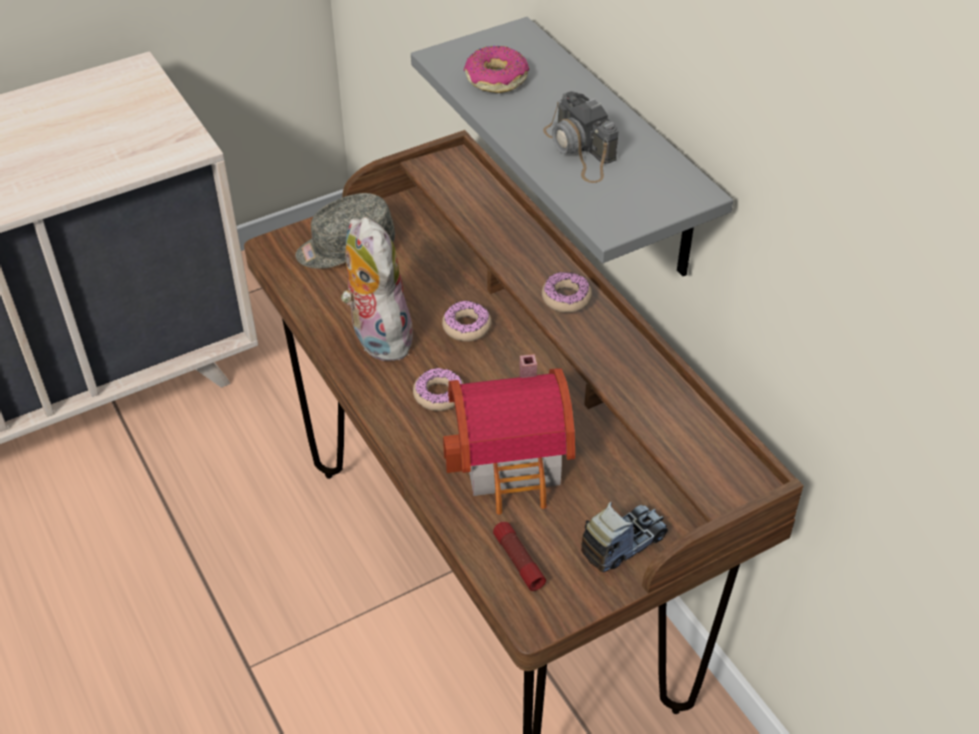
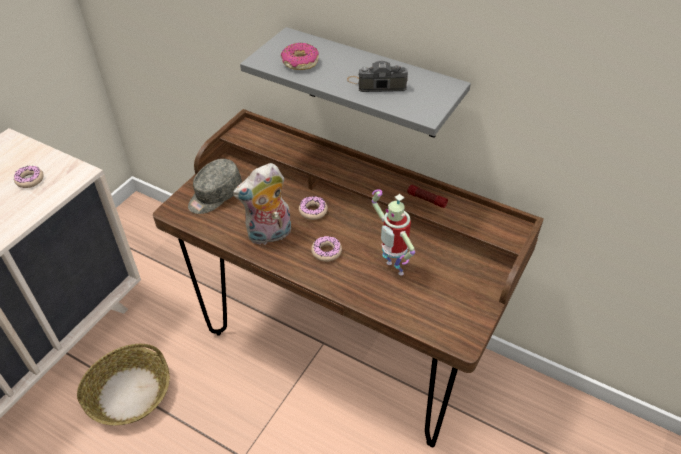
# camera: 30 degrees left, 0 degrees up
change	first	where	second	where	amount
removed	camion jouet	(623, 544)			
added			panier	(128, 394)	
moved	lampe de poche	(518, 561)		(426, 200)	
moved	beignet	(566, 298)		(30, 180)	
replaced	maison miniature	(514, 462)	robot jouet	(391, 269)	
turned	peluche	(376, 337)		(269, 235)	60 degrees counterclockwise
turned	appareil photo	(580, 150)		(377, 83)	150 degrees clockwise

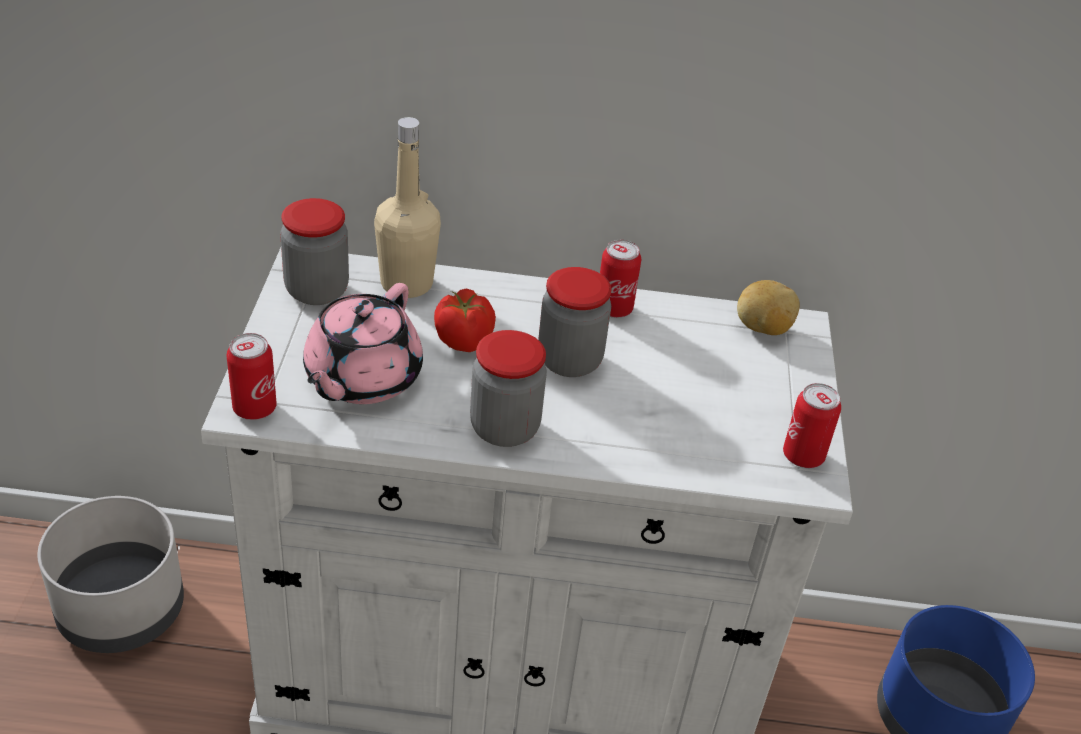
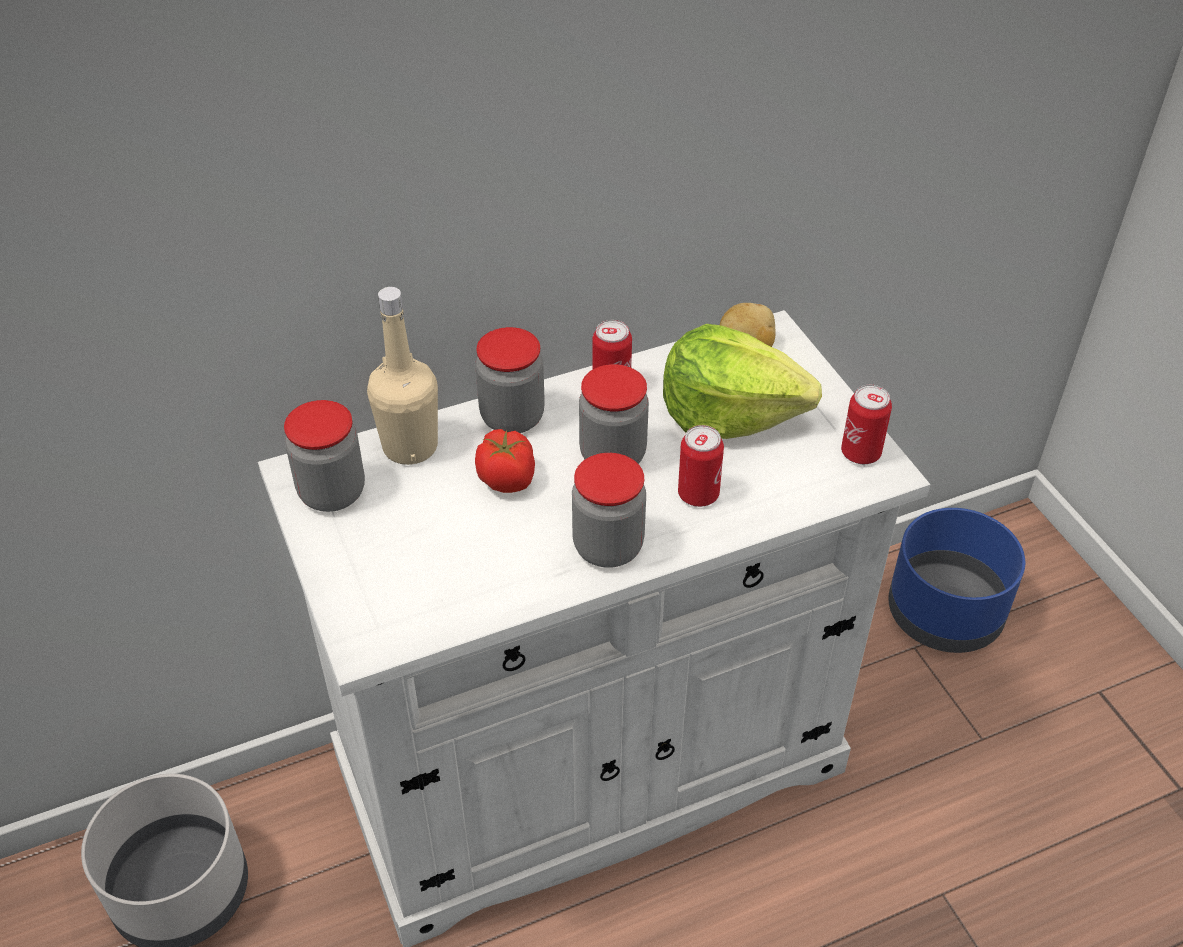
# camera: 25 degrees left, 5 degrees up
change	first	where	second	where	amount
removed	théière (rose)	(361, 378)			
added			bocal	(512, 417)	
added			laitue	(729, 413)	
moved	boîte métallique	(254, 408)		(698, 494)	

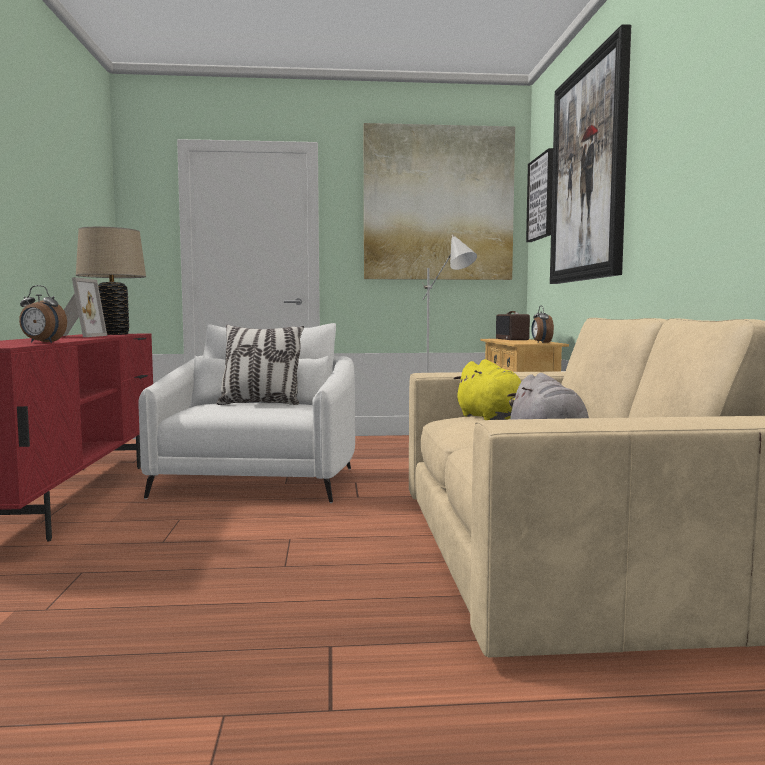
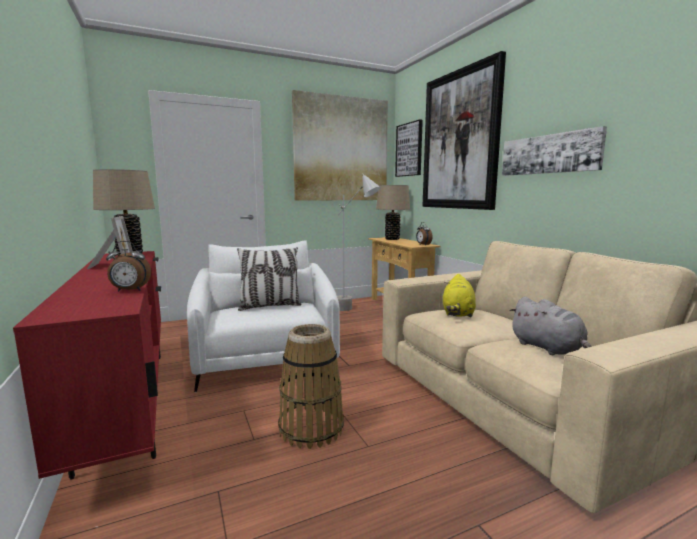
# camera: 20 degrees left, 5 degrees up
change	first	where	second	where	amount
added			panier	(311, 428)	
added			tableau	(549, 154)	
replaced	radio	(512, 339)	lampe de table (beige)	(392, 239)	
turned	peluche (jaune)	(491, 419)		(458, 313)	60 degrees clockwise

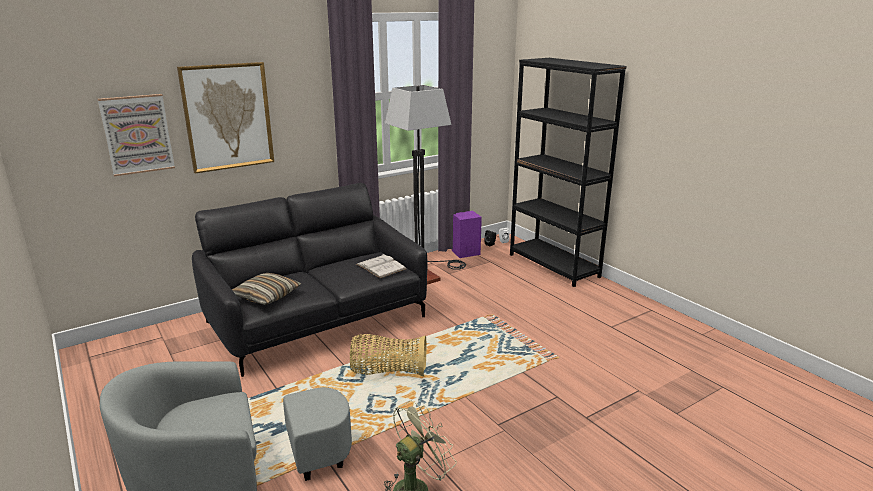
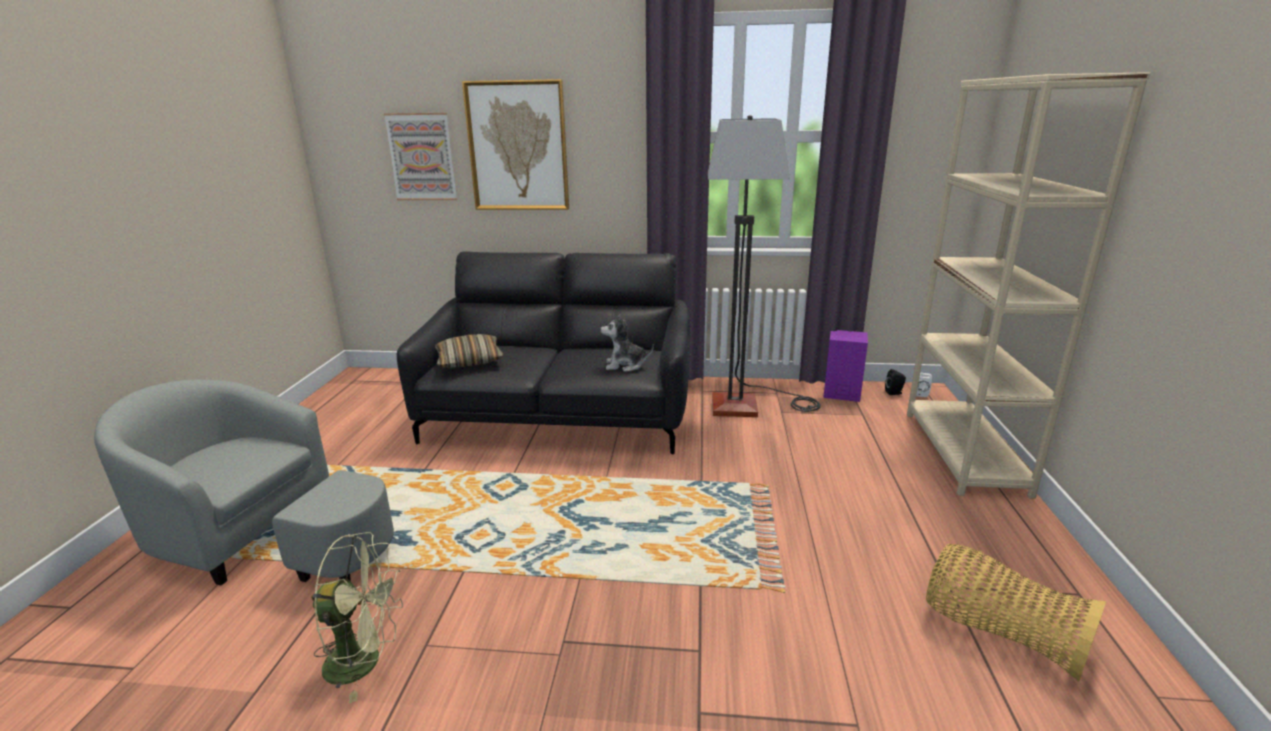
# camera: 40 degrees right, 0 degrees up
change	first	where	second	where	amount
moved	panier	(388, 371)		(999, 633)	
replaced	livre (blanc)	(381, 267)	peluche	(625, 365)	
recoloured	bibliothèque (noir)	(553, 265)	bibliothèque (beige)	(963, 452)	

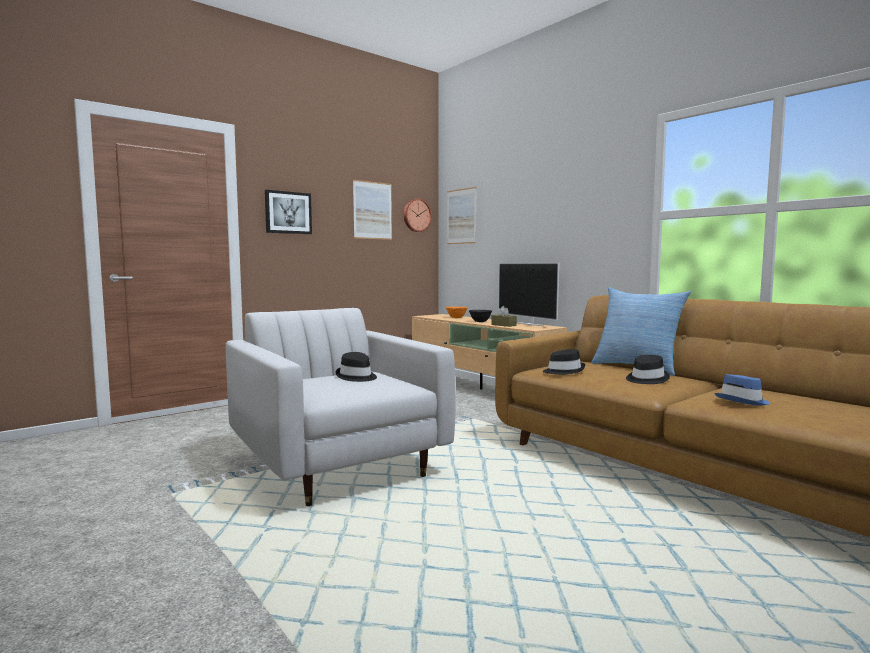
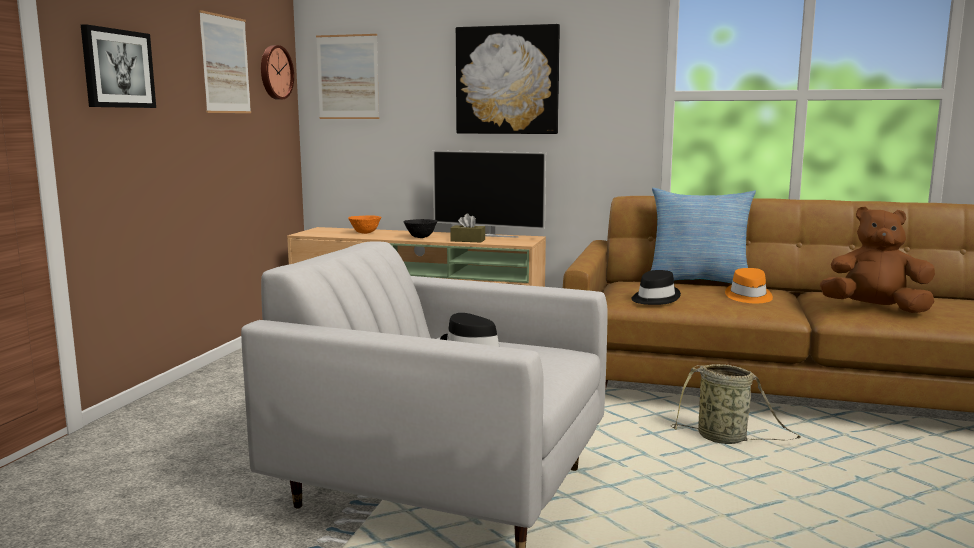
# camera: 35 degrees left, 5 degrees up
change	first	where	second	where	amount
added			tableau	(507, 80)	
added			panier	(725, 439)	
replaced	chapeau (bleu)	(743, 401)	peluche (marron)	(874, 309)	
recoloured	chapeau (noir)	(646, 379)	chapeau (orange)	(748, 297)	

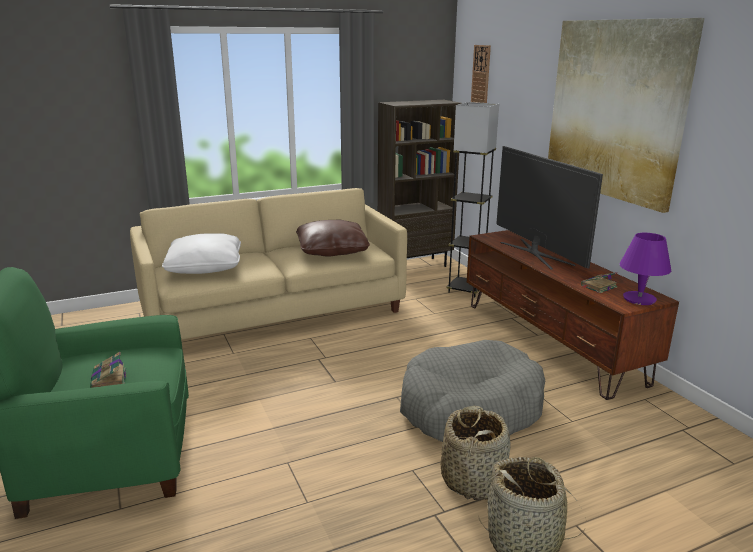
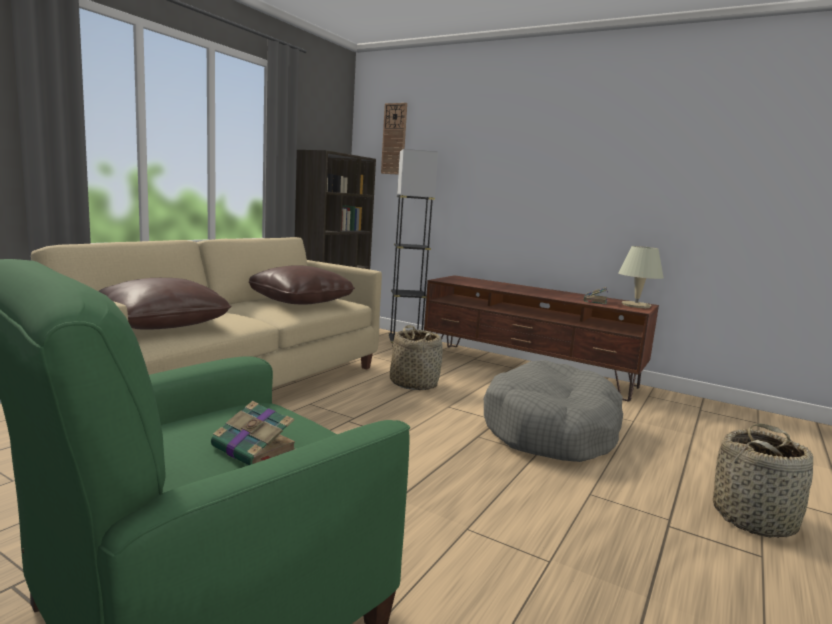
# camera: 35 degrees left, 10 degrees down
change	first	where	second	where	amount
removed	téléviseur	(536, 253)			
removed	tableau	(615, 110)			
moved	panier	(473, 480)		(414, 383)	
recoloured	coussin (blanc)	(205, 267)	coussin (marron)	(162, 324)	
recoloured	lampe de table (violet)	(639, 299)	lampe de table (beige)	(635, 305)	

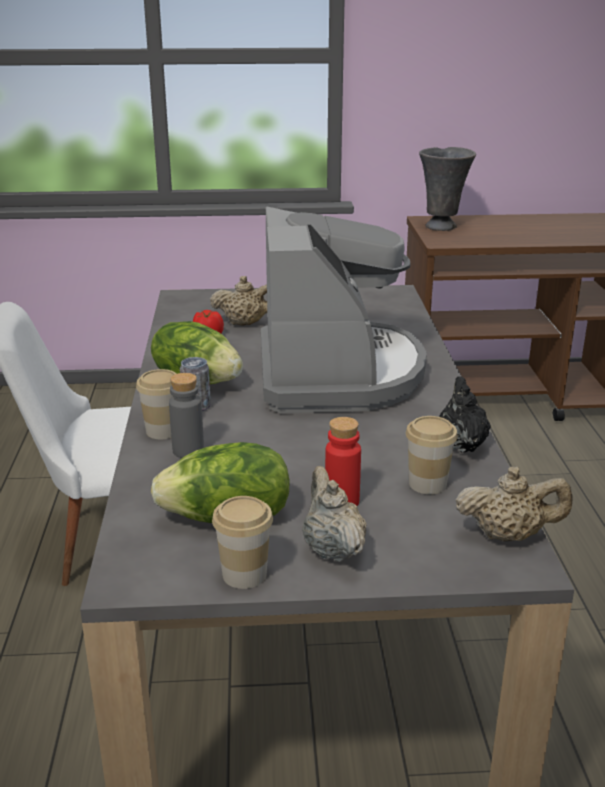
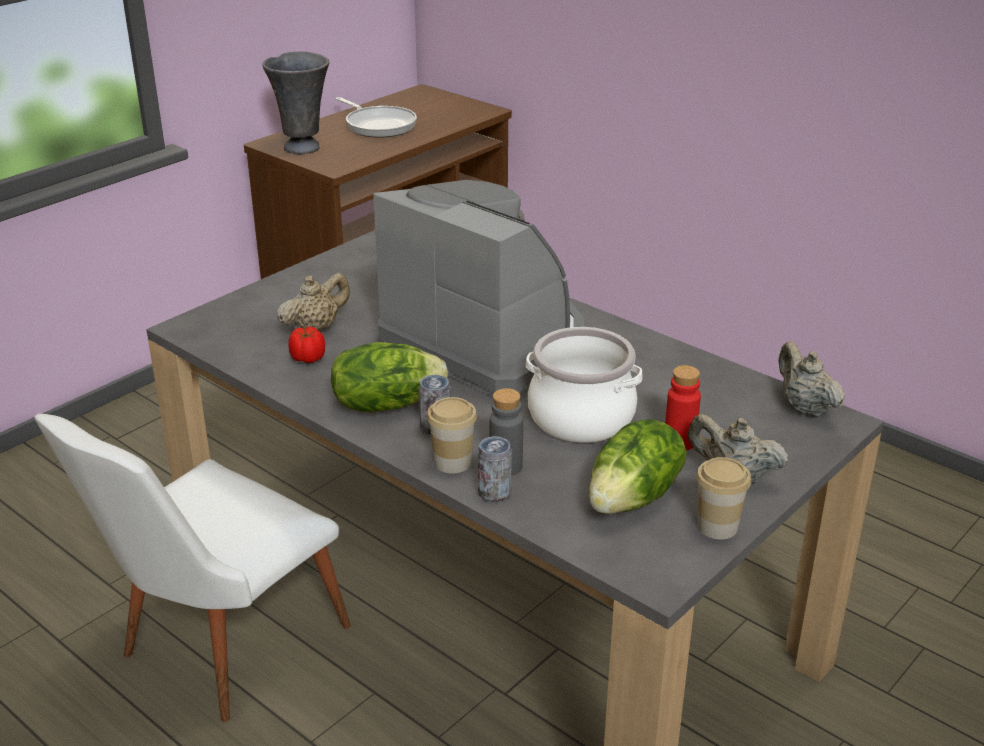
# camera: 45 degrees left, 5 degrees up
change	first	where	second	where	amount
removed	tasse	(427, 484)			
removed	théière (noir)	(461, 444)			
added			poêle	(378, 125)	
added			boîte métallique	(494, 493)	
added			marmite	(581, 417)	
turned	théière (beige)	(508, 535)		(804, 407)	75 degrees counterclockwise

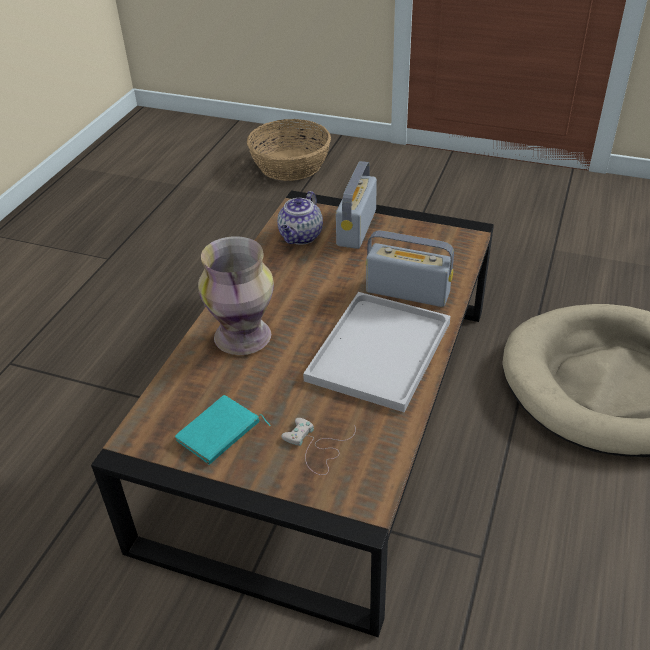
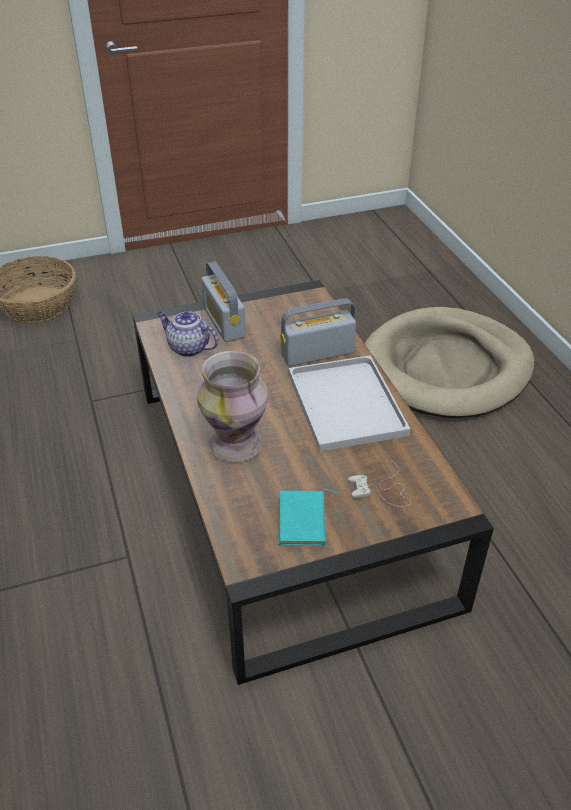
# camera: 40 degrees left, 0 degrees up
change	first	where	second	where	amount
turned	théière	(301, 237)		(188, 348)	135 degrees clockwise

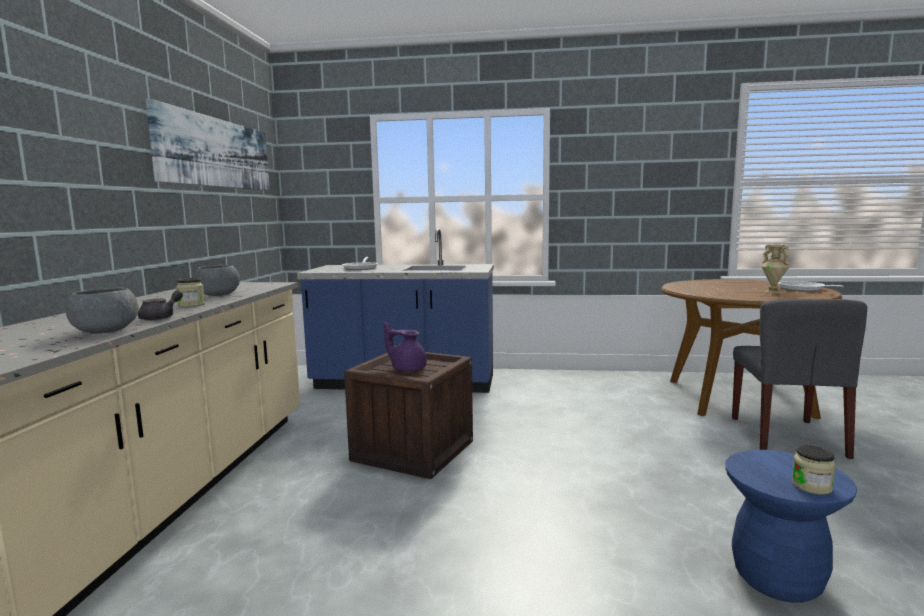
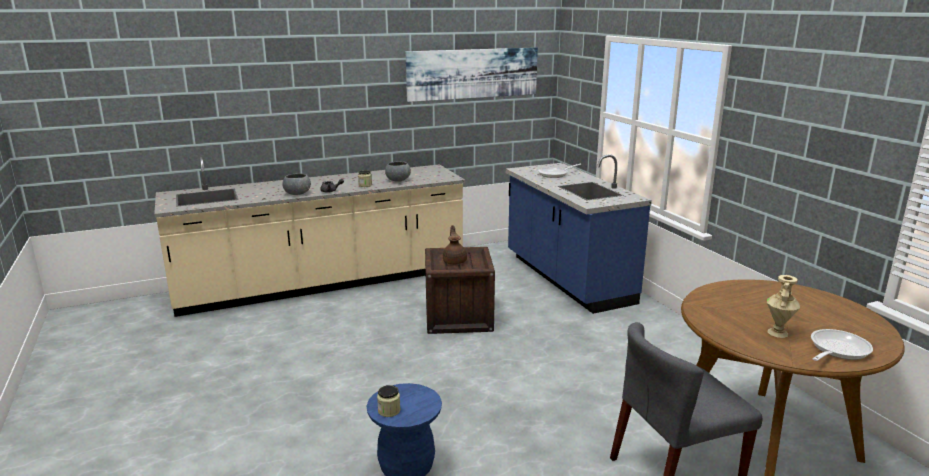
# camera: 60 degrees right, 10 degrees up
change	first	where	second	where	amount
recoloured	théière (violet)	(407, 368)	théière (marron)	(455, 261)	

